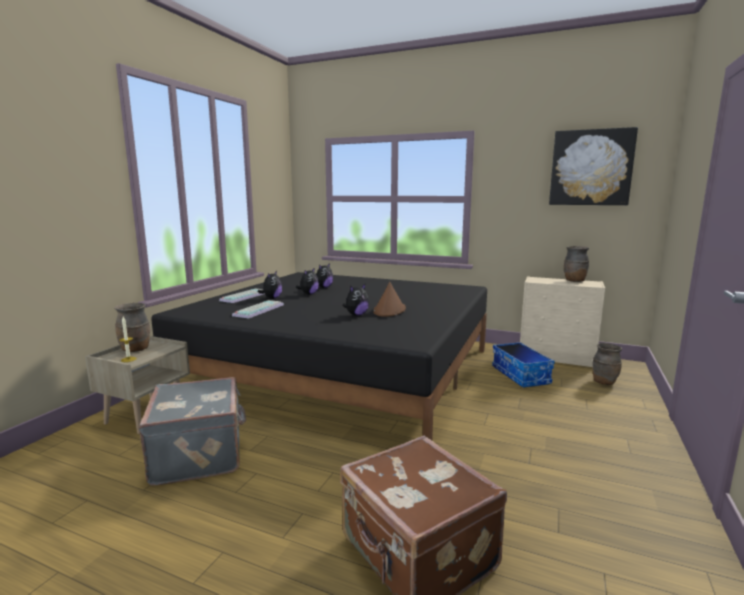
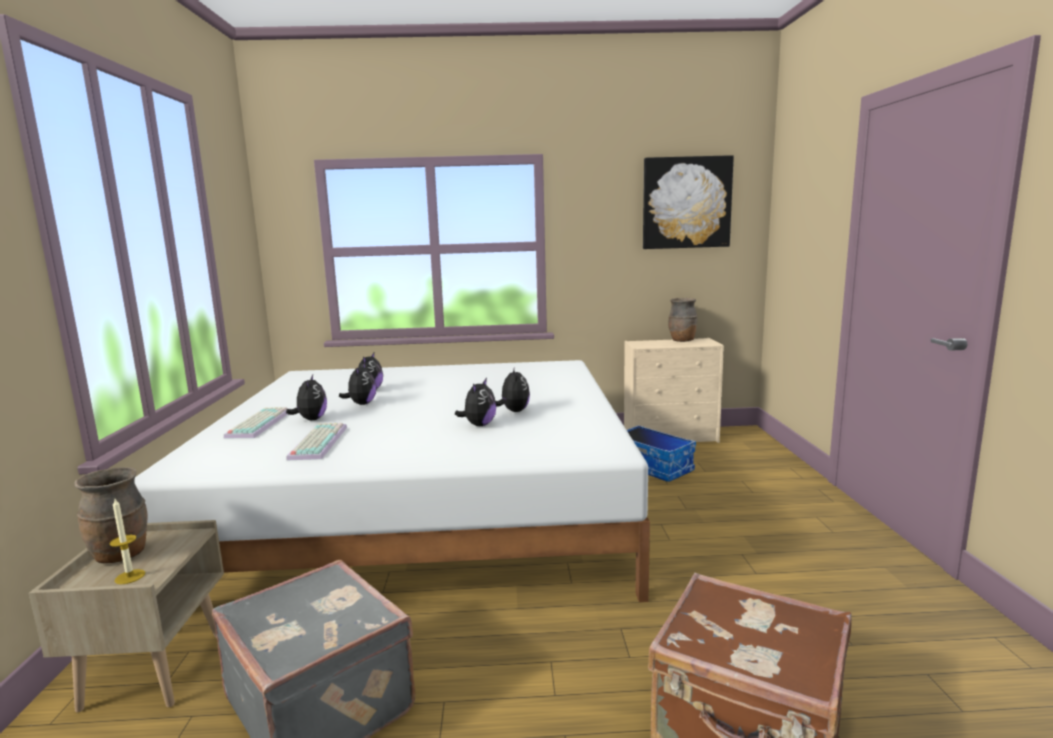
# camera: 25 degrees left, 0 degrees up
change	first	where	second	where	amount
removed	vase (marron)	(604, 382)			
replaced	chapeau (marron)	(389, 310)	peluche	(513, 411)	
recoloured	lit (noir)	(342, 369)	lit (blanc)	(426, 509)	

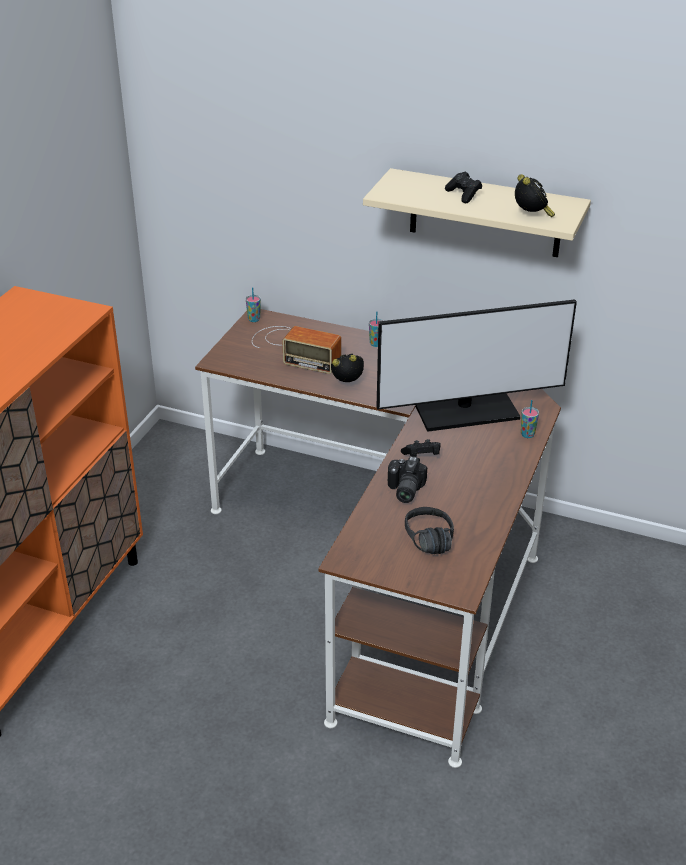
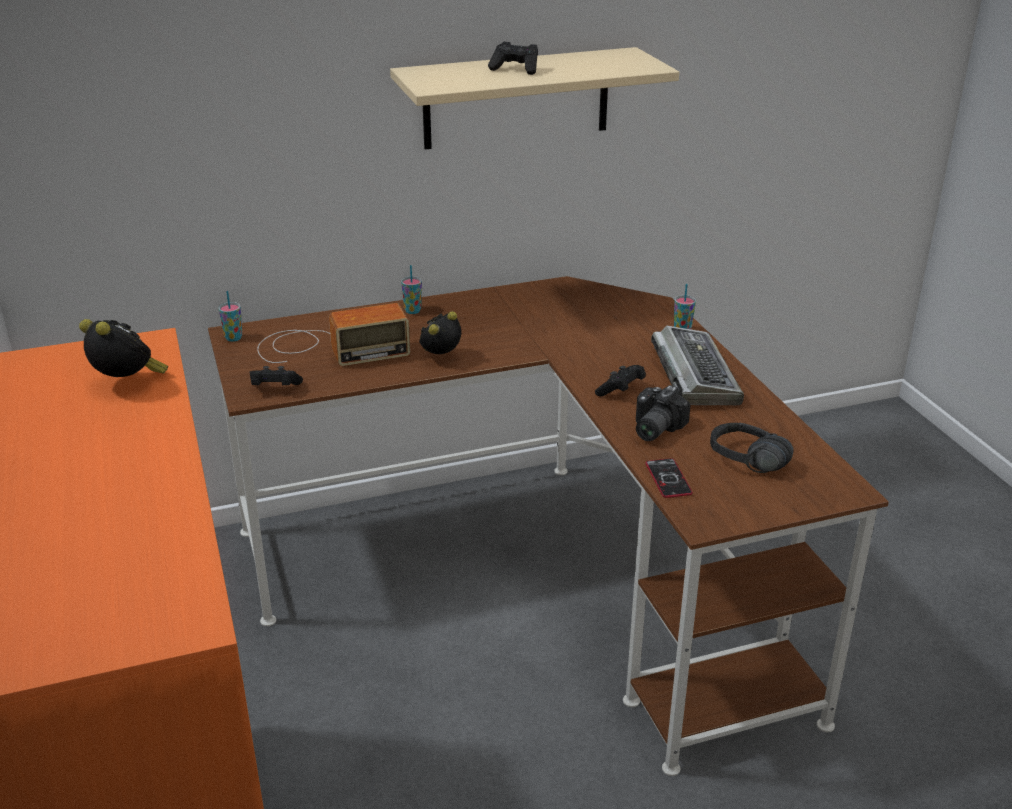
# camera: 40 degrees left, 5 degrees down
change	first	where	second	where	amount
removed	écran d'ordinateur	(467, 412)			
added			manette (noir)	(274, 389)	
added			téléphone	(668, 479)	
added			clavier	(693, 375)	
moved	réveil	(531, 216)		(128, 383)	
turned	appareil photo	(403, 490)		(653, 428)	60 degrees clockwise

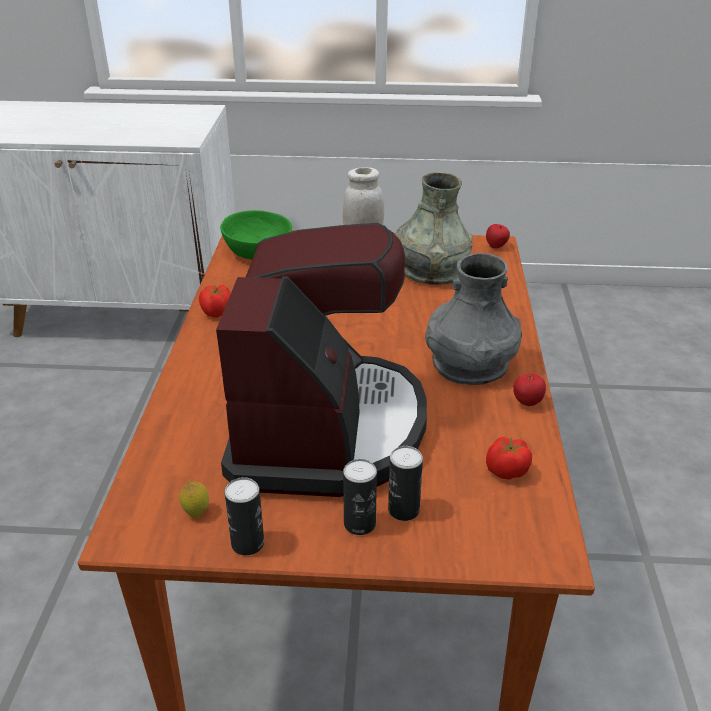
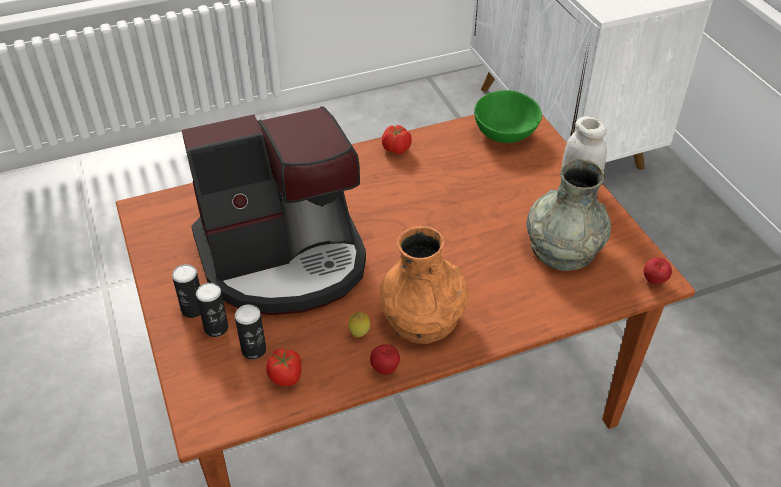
# camera: 65 degrees right, 10 degrees up
change	first	where	second	where	amount
moved	citron	(196, 513)		(359, 334)	
moved	boîte métallique	(247, 543)		(254, 350)	
recoloured	vase (gris)	(470, 363)	vase (orange)	(422, 316)	

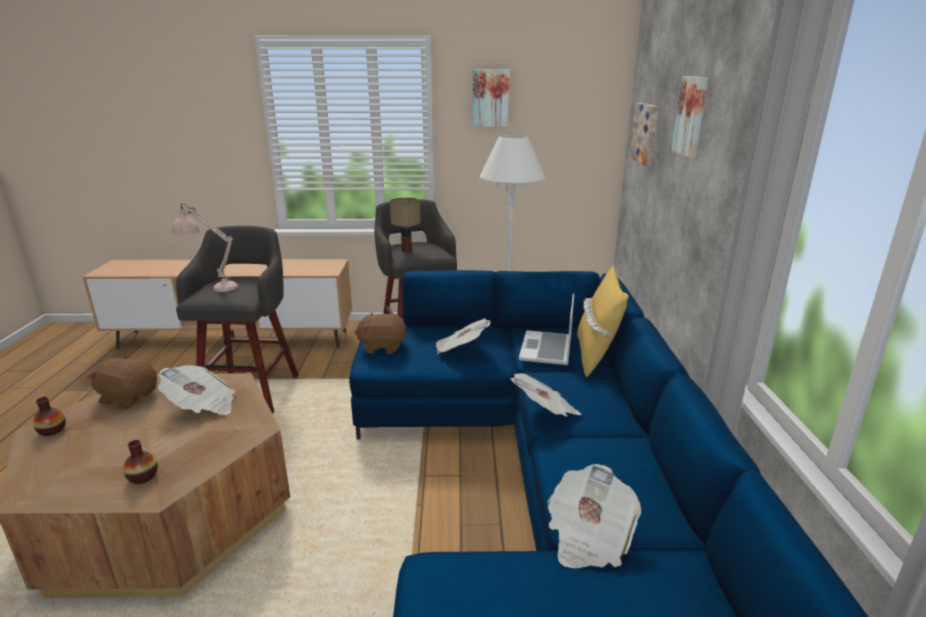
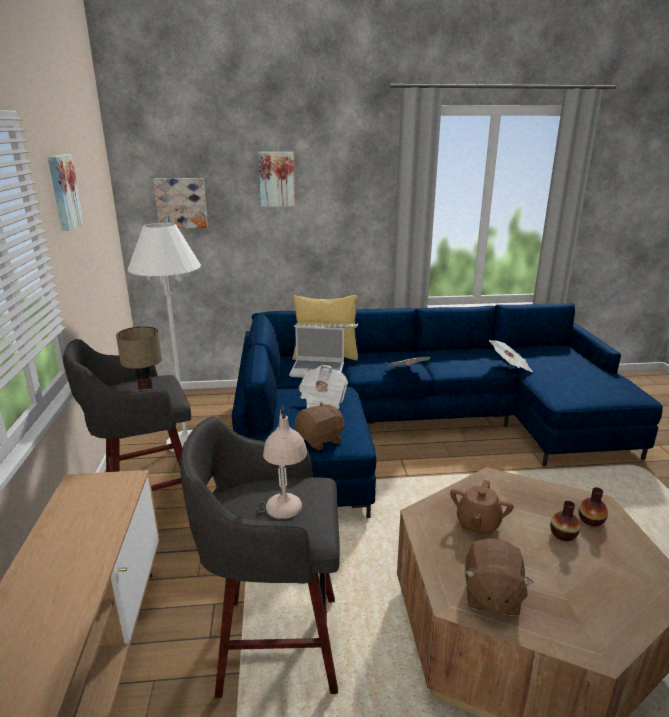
# camera: 95 degrees left, 0 degrees up
change	first	where	second	where	amount
moved	vase	(52, 430)		(563, 534)	
replaced	journal	(202, 406)	théière (marron)	(477, 524)	
turned	peluche (marron)	(382, 346)		(320, 440)	120 degrees counterclockwise

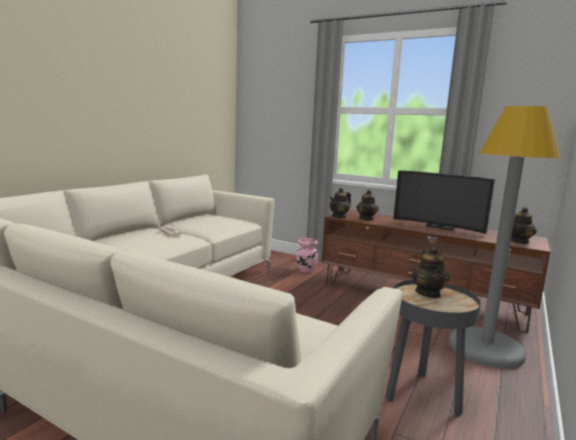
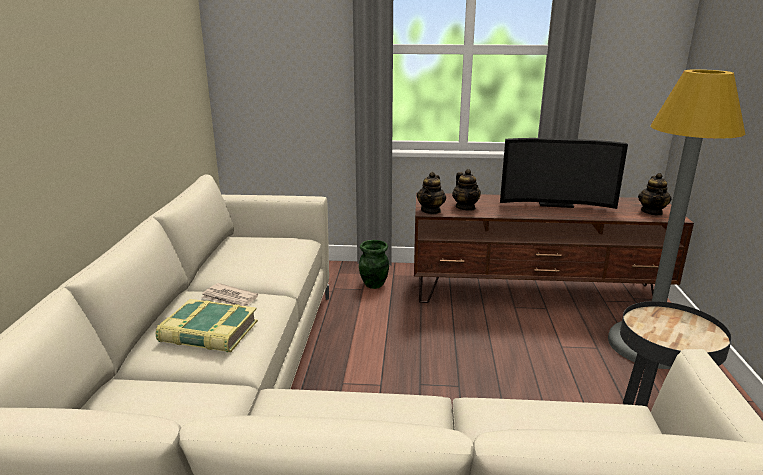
# camera: 25 degrees left, 10 degrees up
change	first	where	second	where	amount
removed	théière	(428, 293)			
added			livre	(208, 333)	
recoloured	vase (rose)	(306, 270)	vase (vert)	(374, 284)	

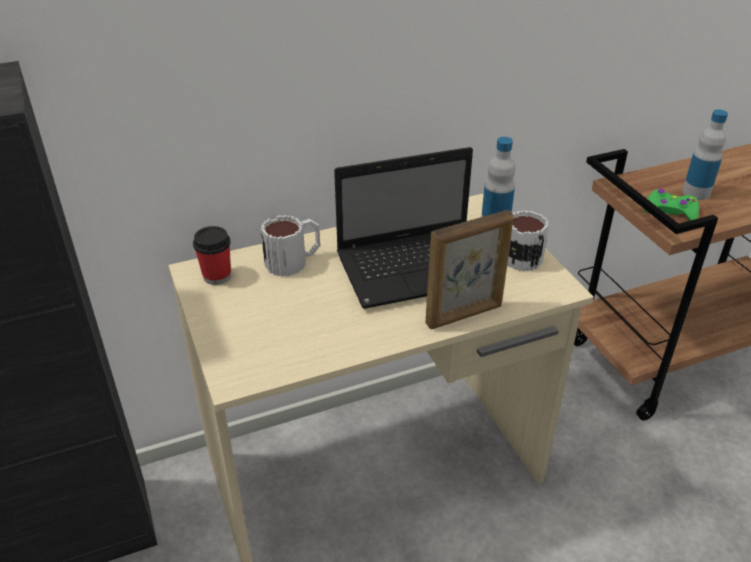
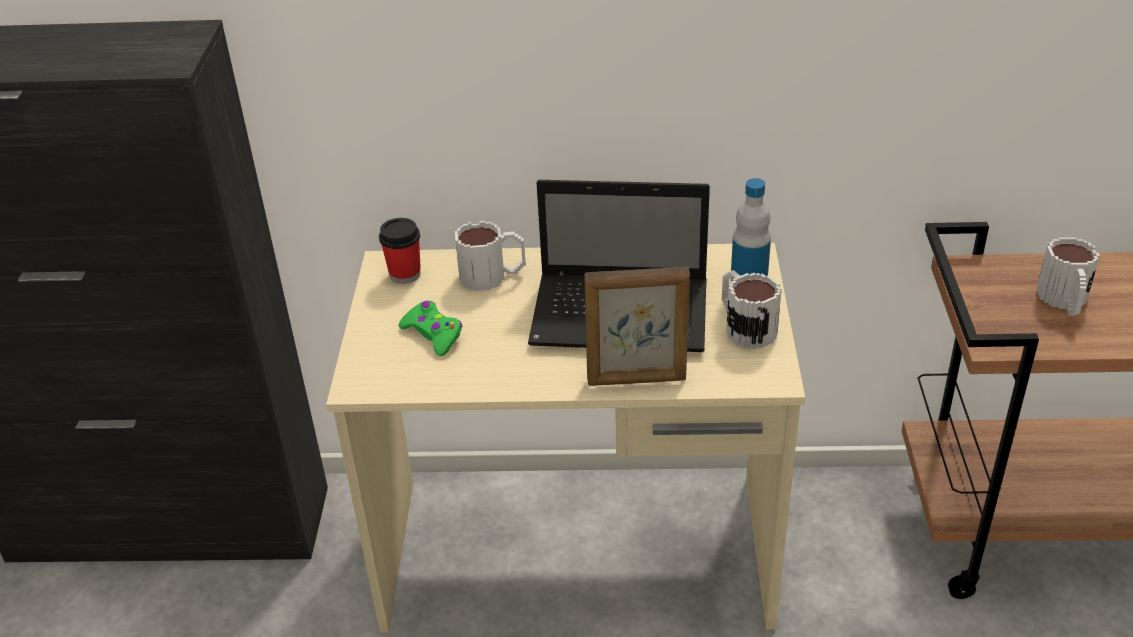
# camera: 25 degrees right, 0 degrees up
change	first	where	second	where	amount
moved	manette (vert)	(670, 211)		(433, 334)	
replaced	bouteille	(696, 192)	mug	(1064, 301)	

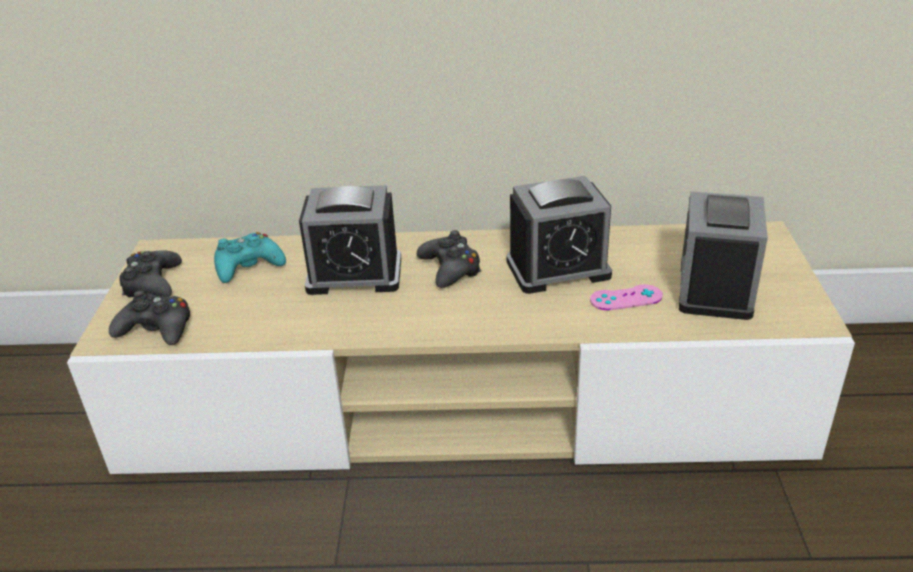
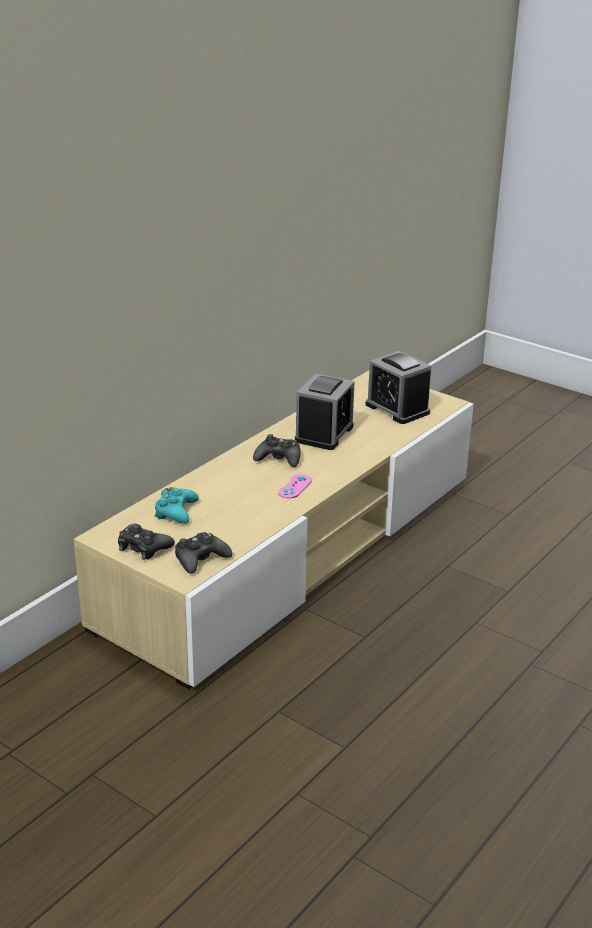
# camera: 55 degrees left, 5 degrees down
change	first	where	second	where	amount
removed	réveil	(354, 274)			
moved	manette (rose)	(626, 298)		(295, 486)	

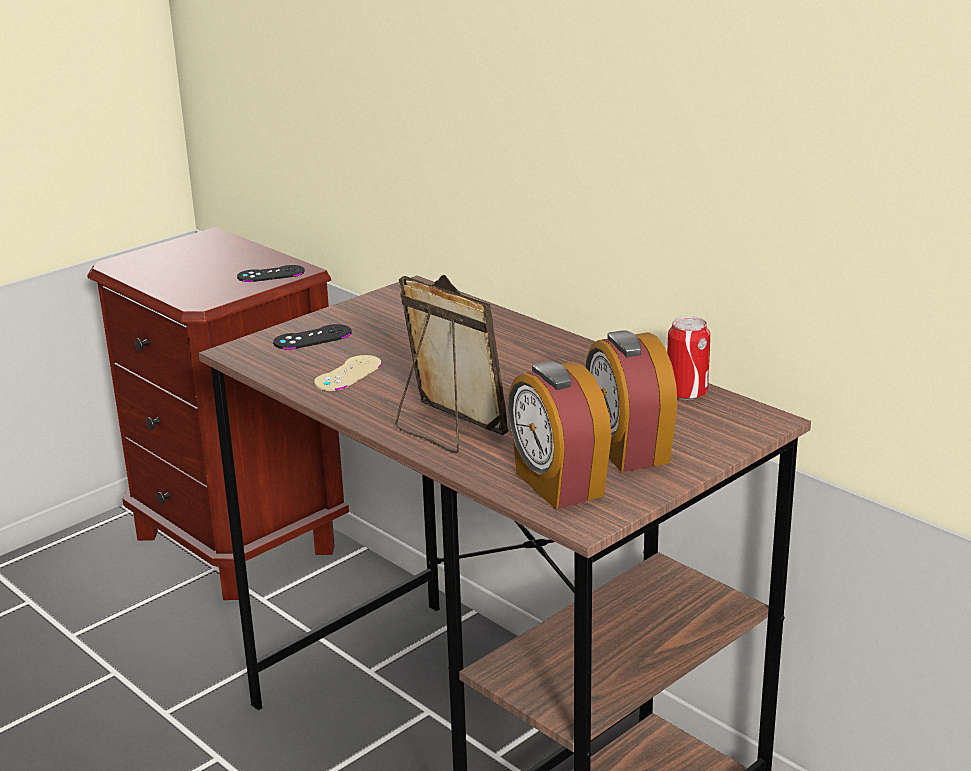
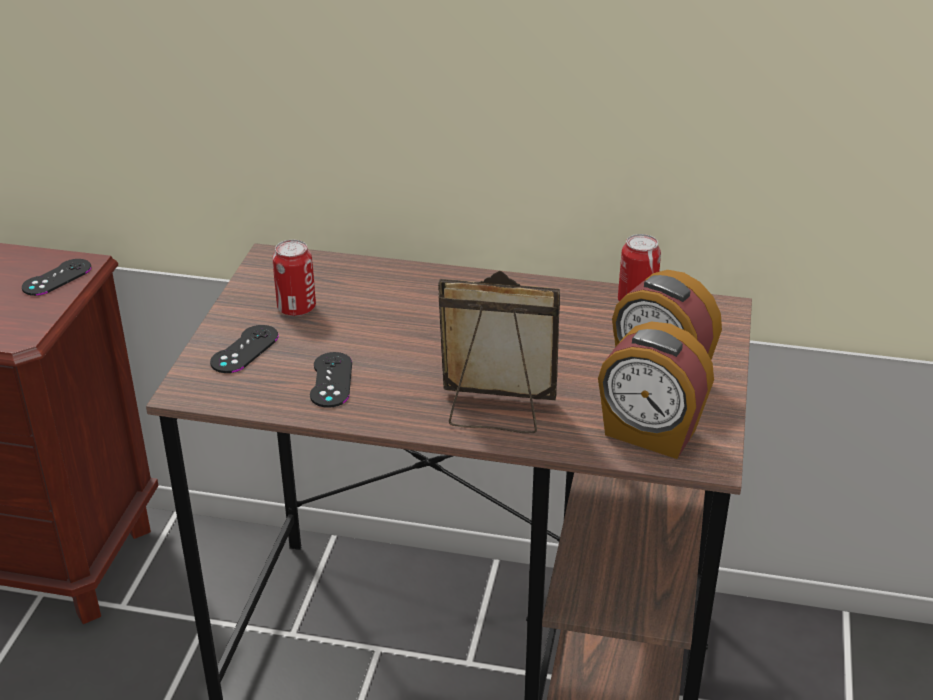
# camera: 35 degrees left, 10 degrees up
change	first	where	second	where	amount
added			boîte métallique	(296, 308)	
recoloured	manette (beige)	(348, 374)	manette (noir)	(331, 380)	

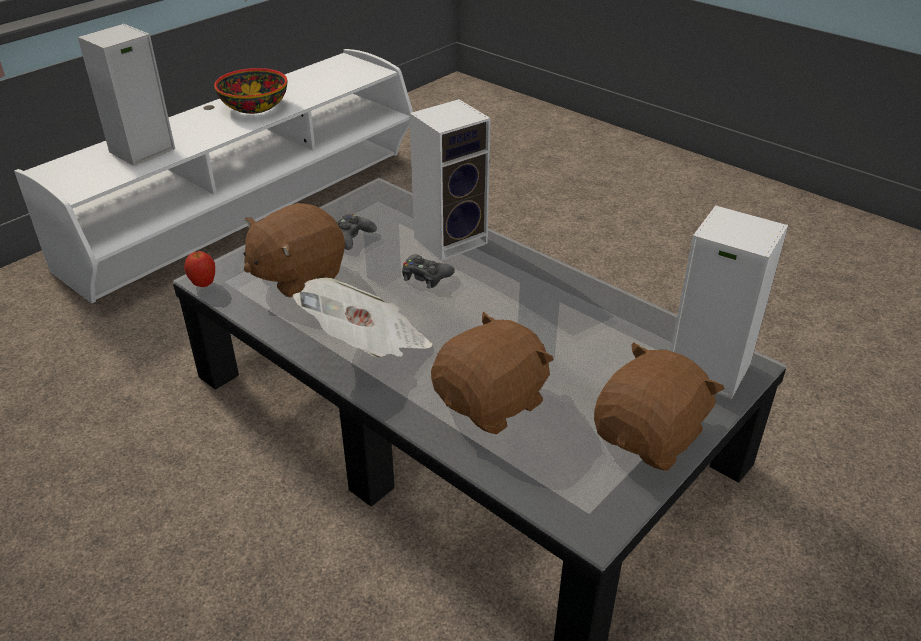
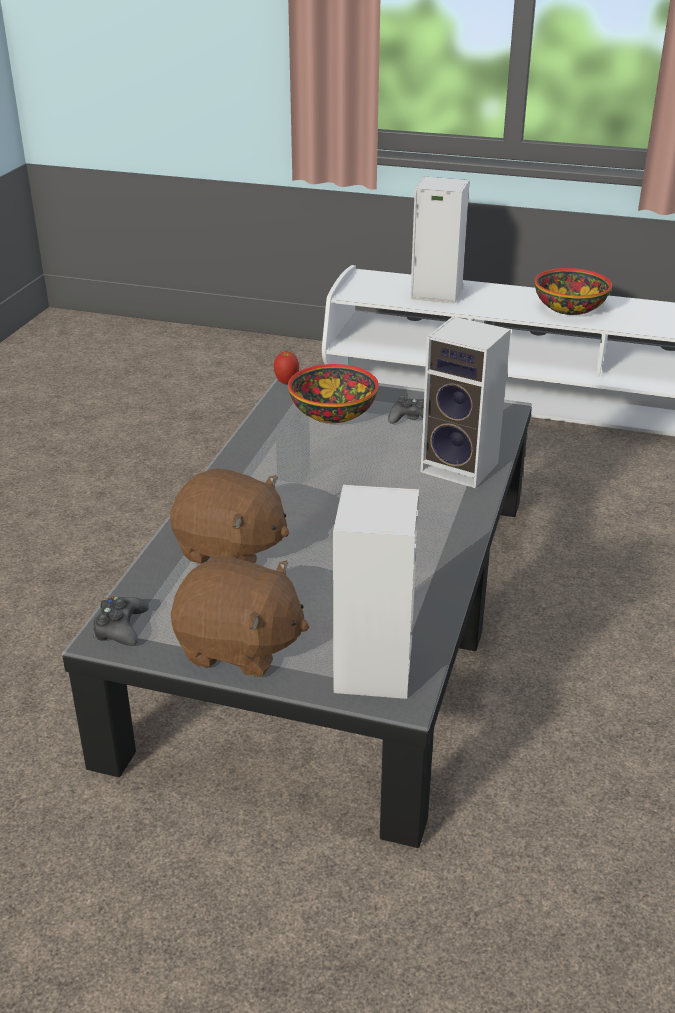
# camera: 65 degrees right, 5 degrees down
change	first	where	second	where	amount
removed	journal	(367, 345)			
moved	manette (noir)	(425, 276)		(120, 628)	
replaced	peluche (marron)	(297, 274)	bol	(334, 413)	

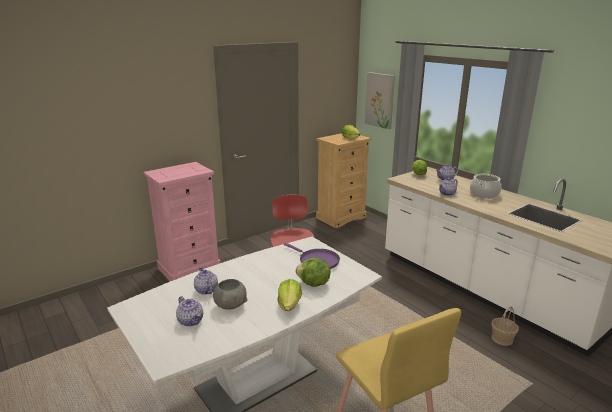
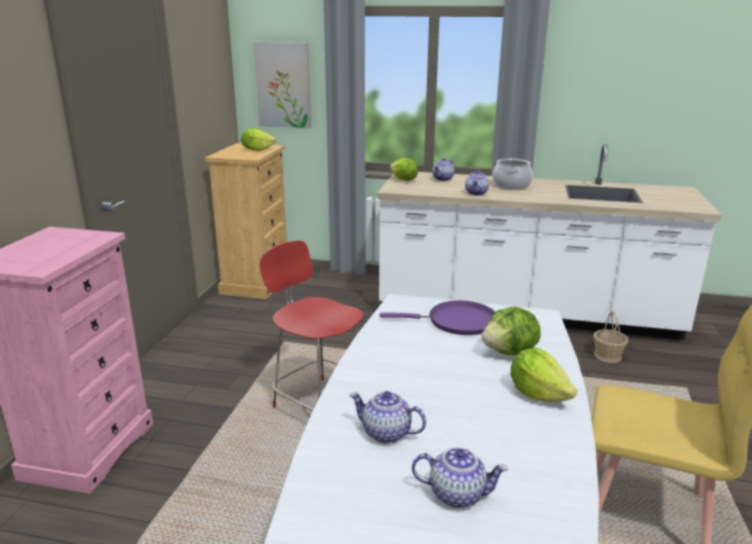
# camera: 40 degrees left, 0 degrees up
change	first	where	second	where	amount
removed	bol (gris)	(230, 305)			

